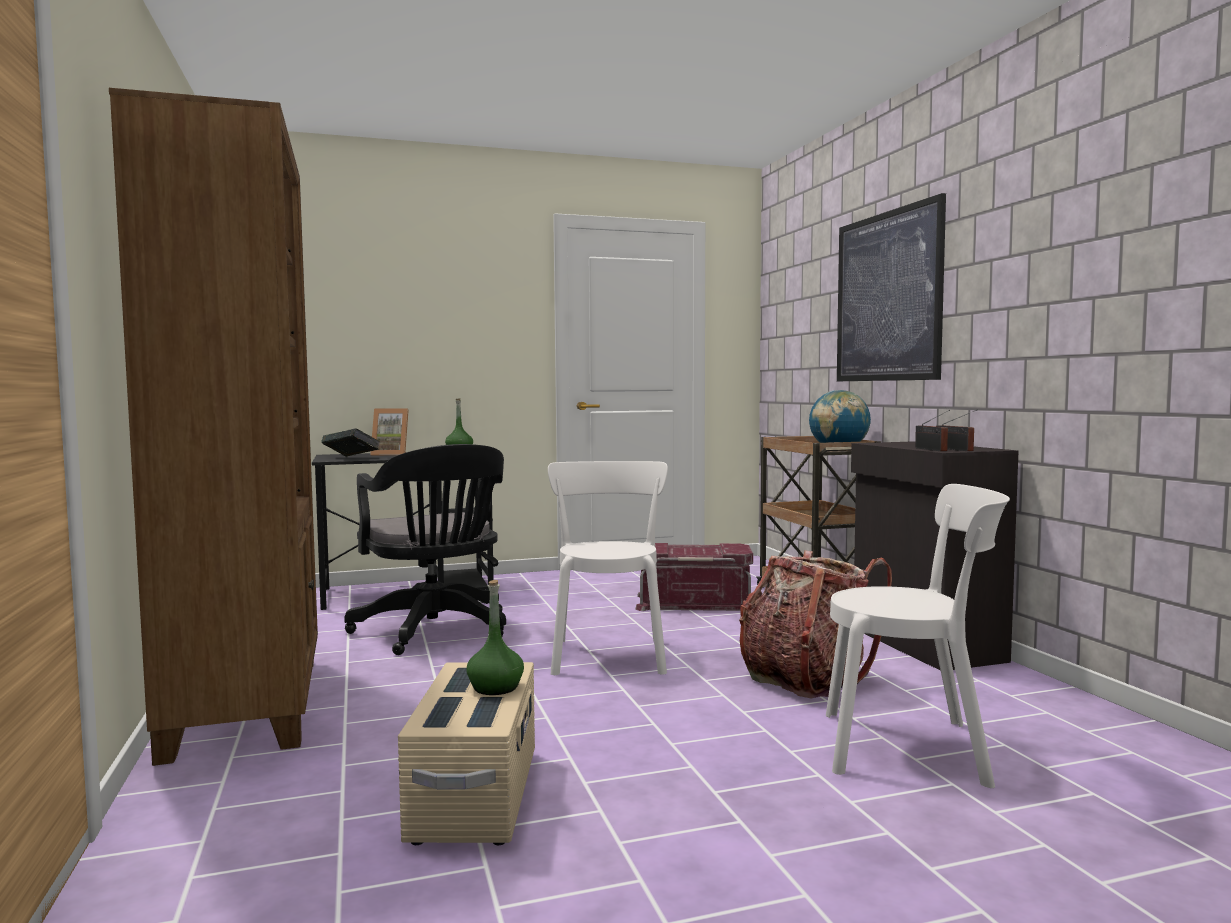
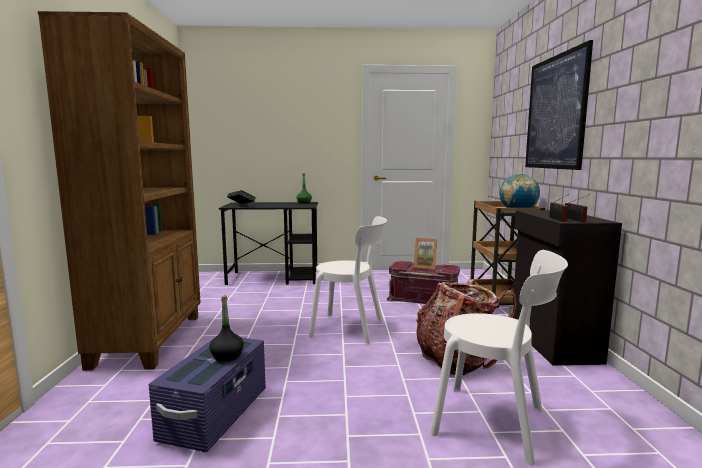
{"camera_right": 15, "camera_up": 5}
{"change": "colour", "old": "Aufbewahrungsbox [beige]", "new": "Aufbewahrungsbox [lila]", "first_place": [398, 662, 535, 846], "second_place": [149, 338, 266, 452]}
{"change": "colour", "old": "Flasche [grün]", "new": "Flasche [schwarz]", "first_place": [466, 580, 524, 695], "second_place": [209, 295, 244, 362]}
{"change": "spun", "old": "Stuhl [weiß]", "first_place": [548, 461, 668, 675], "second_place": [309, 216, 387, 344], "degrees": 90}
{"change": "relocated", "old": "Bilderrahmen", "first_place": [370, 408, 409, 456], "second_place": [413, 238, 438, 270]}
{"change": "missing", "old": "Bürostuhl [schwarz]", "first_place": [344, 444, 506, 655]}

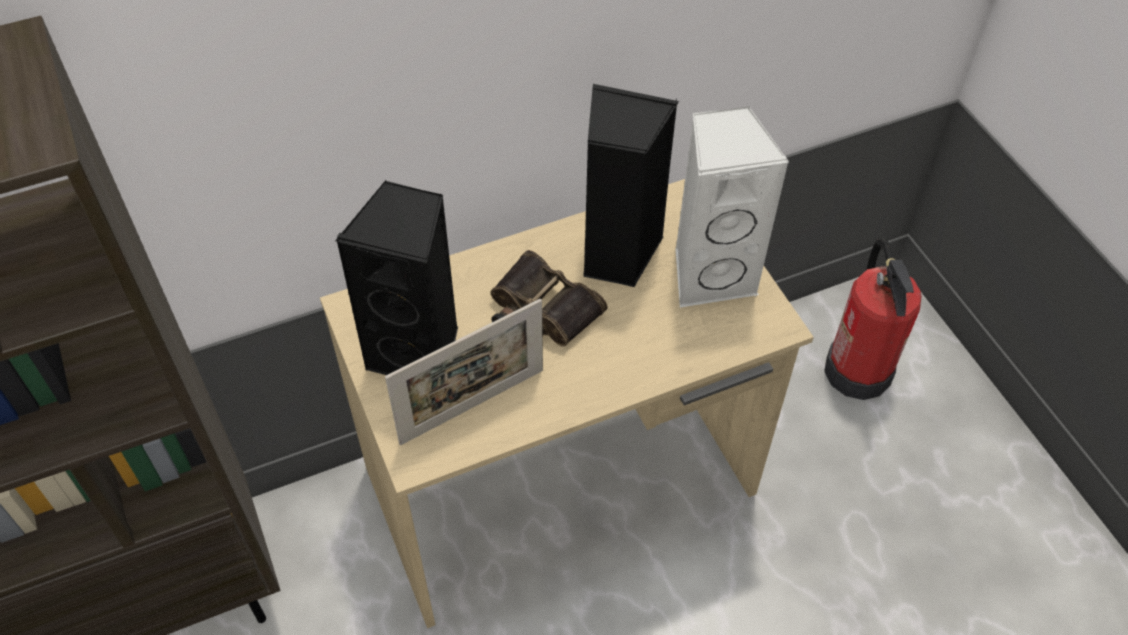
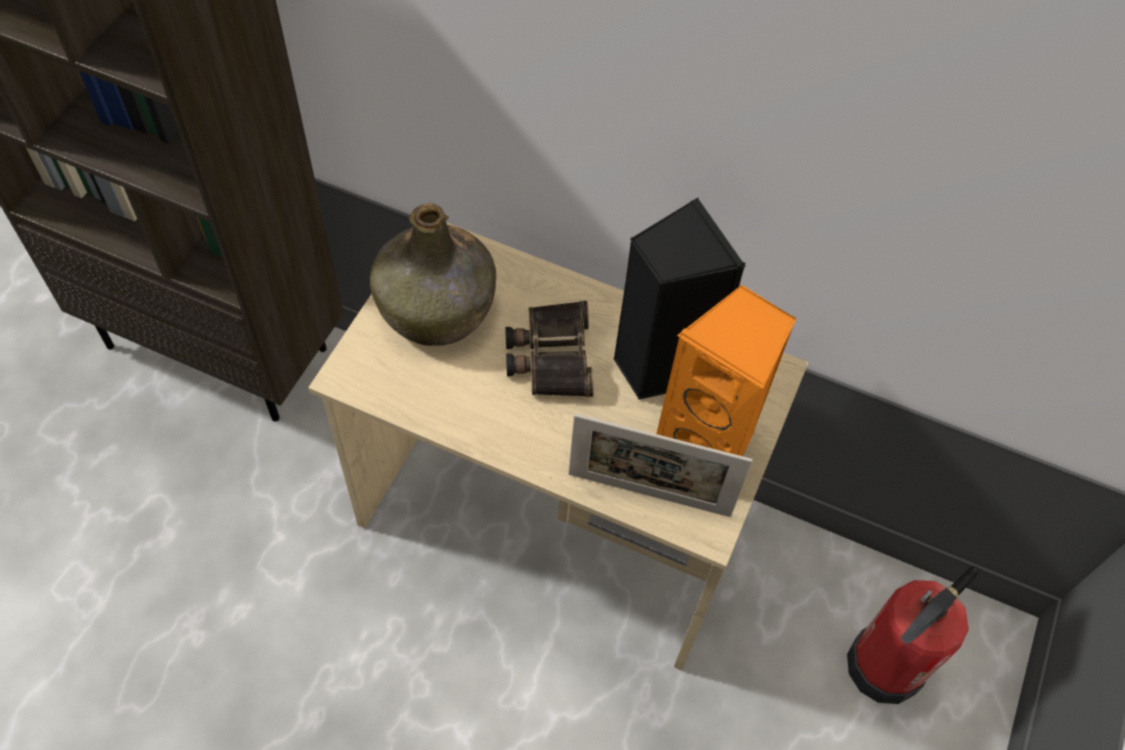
{"camera_right": 45, "camera_up": 5}
{"change": "exchanged", "old": "Lautsprecher [schwarz]", "new": "Flasche [grün]", "first_place": [335, 181, 458, 375], "second_place": [370, 203, 496, 346]}
{"change": "relocated", "old": "Bilderrahmen", "first_place": [385, 299, 543, 445], "second_place": [568, 413, 753, 517]}
{"change": "colour", "old": "Lautsprecher [weiß]", "new": "Lautsprecher [orange]", "first_place": [675, 106, 789, 307], "second_place": [656, 285, 796, 456]}

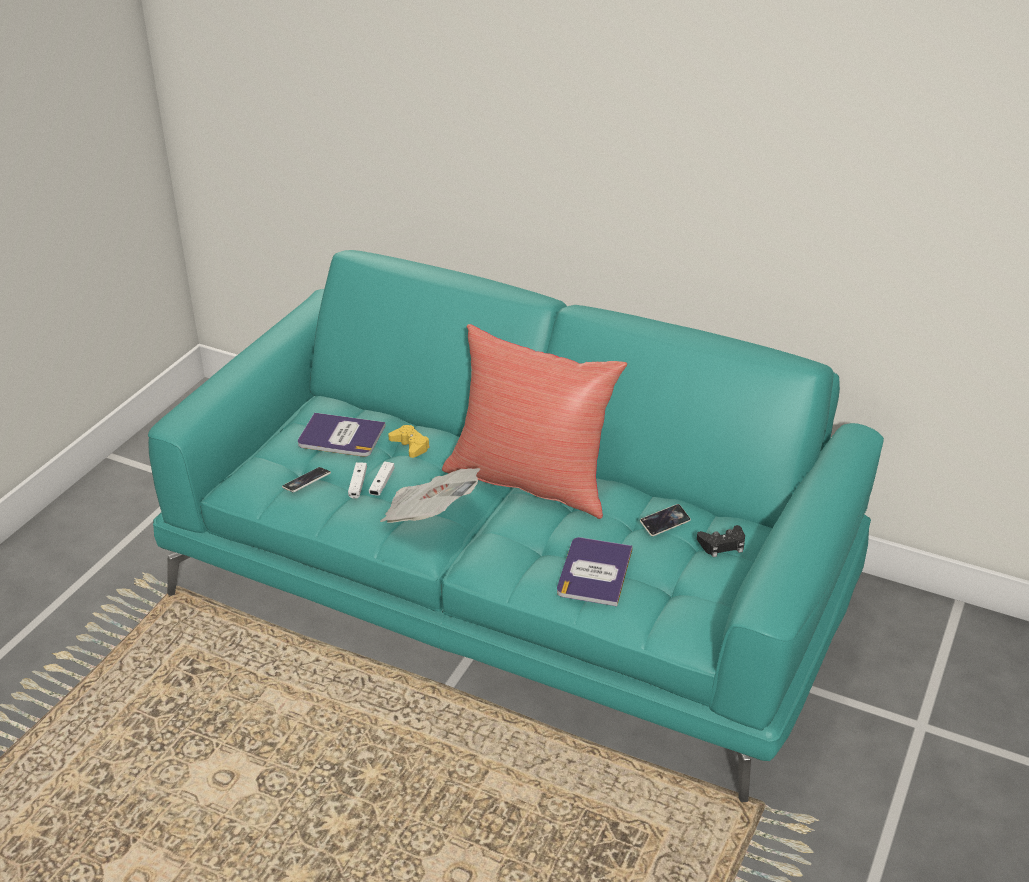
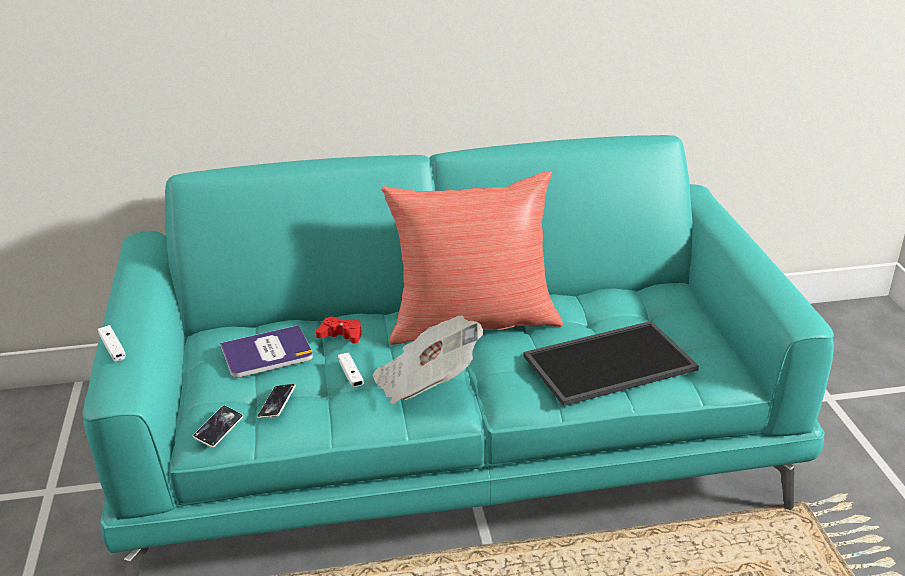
{"camera_right": -35, "camera_up": -5}
{"change": "relocated", "old": "Gamepad [weiß]", "first_place": [348, 462, 367, 499], "second_place": [98, 325, 126, 361]}
{"change": "relocated", "old": "Handy", "first_place": [640, 504, 691, 536], "second_place": [193, 405, 243, 448]}
{"change": "colour", "old": "Gamepad [gelb]", "new": "Gamepad [rot]", "first_place": [388, 425, 430, 458], "second_place": [316, 316, 361, 344]}
{"change": "exchanged", "old": "Buch", "new": "Tablett", "first_place": [557, 537, 633, 606], "second_place": [523, 321, 699, 406]}
{"change": "missing", "old": "Gamepad [schwarz]", "first_place": [697, 525, 745, 557]}

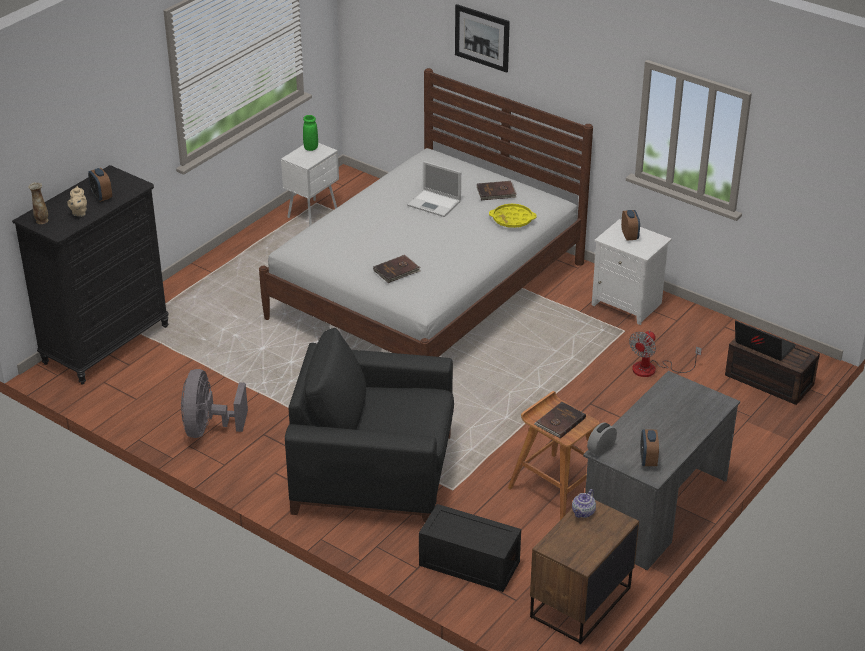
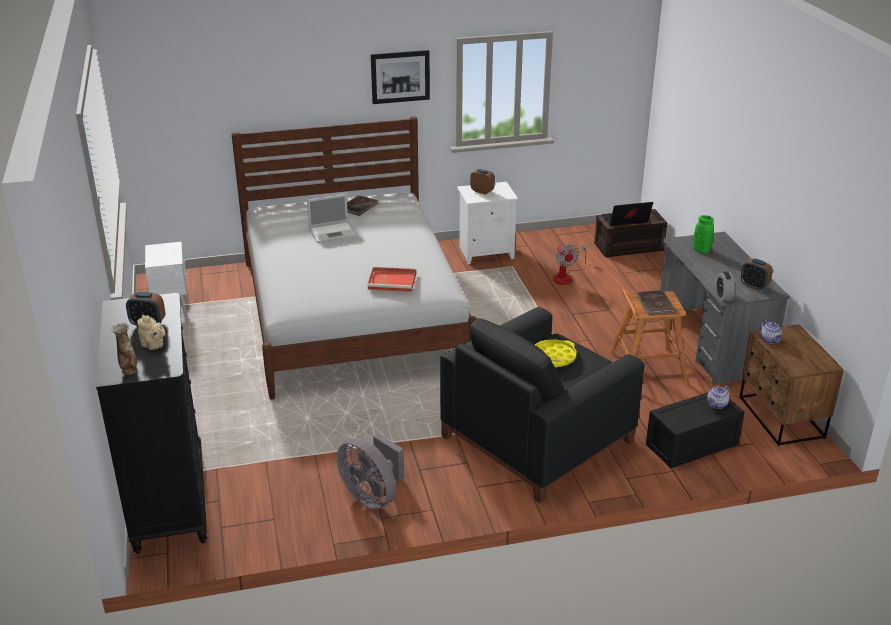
{"camera_right": -50, "camera_up": -5}
{"change": "exchanged", "old": "Buch [braun]", "new": "Tablett [rot]", "first_place": [373, 255, 421, 283], "second_place": [368, 267, 416, 292]}
{"change": "relocated", "old": "Bild", "first_place": [455, 4, 510, 73], "second_place": [371, 50, 430, 104]}
{"change": "relocated", "old": "Tablett [gelb]", "first_place": [489, 204, 537, 228], "second_place": [535, 340, 576, 368]}
{"change": "relocated", "old": "Vase [grün]", "first_place": [303, 115, 318, 151], "second_place": [693, 215, 714, 253]}
{"change": "appeared", "new": "Teekanne", "second_place": [707, 385, 729, 409]}

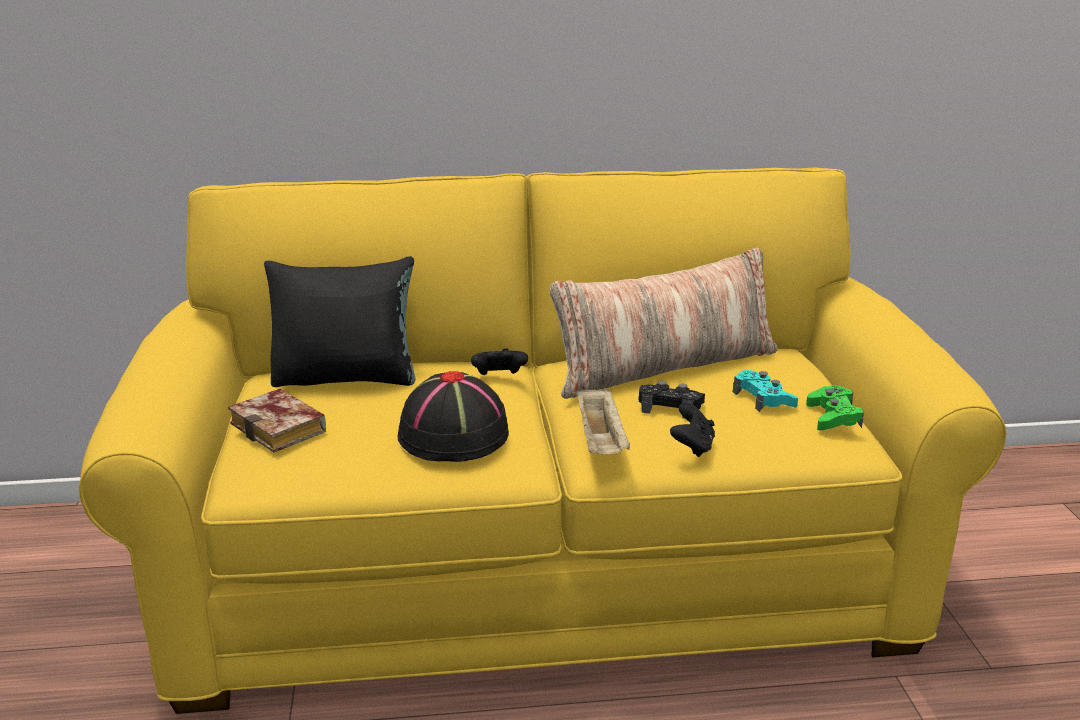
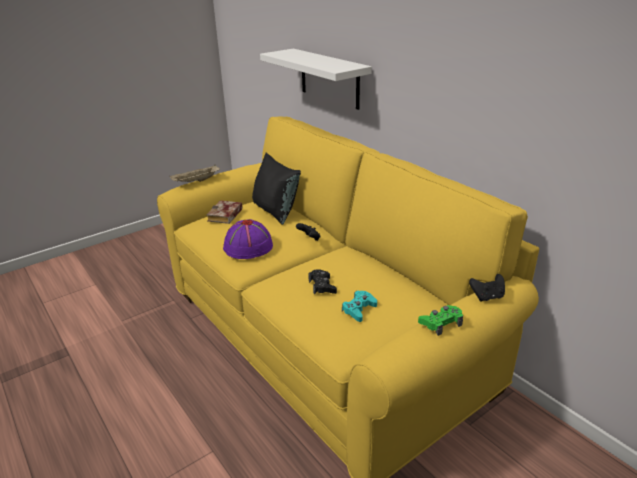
{"camera_right": 60, "camera_up": 5}
{"change": "relocated", "old": "Tablett [beige]", "first_place": [577, 387, 630, 455], "second_place": [169, 164, 220, 182]}
{"change": "colour", "old": "Hut [schwarz]", "new": "Hut [lila]", "first_place": [397, 371, 509, 462], "second_place": [223, 219, 273, 259]}
{"change": "appeared", "new": "Wandregal [weiß]", "second_place": [260, 49, 372, 110]}
{"change": "relocated", "old": "Gamepad [grün]", "first_place": [806, 385, 864, 430], "second_place": [418, 305, 463, 336]}
{"change": "relocated", "old": "Gamepad [schwarz]", "first_place": [670, 402, 715, 457], "second_place": [469, 274, 505, 302]}
{"change": "missing", "old": "Kissen", "first_place": [549, 247, 778, 399]}

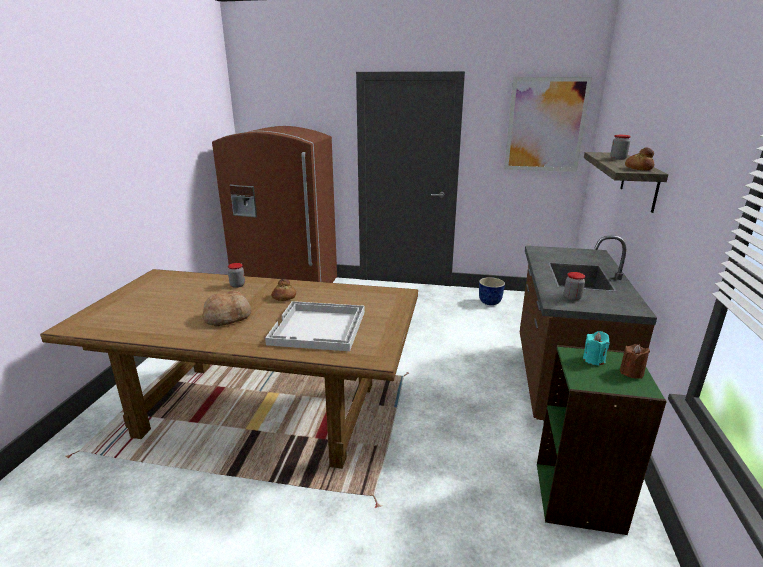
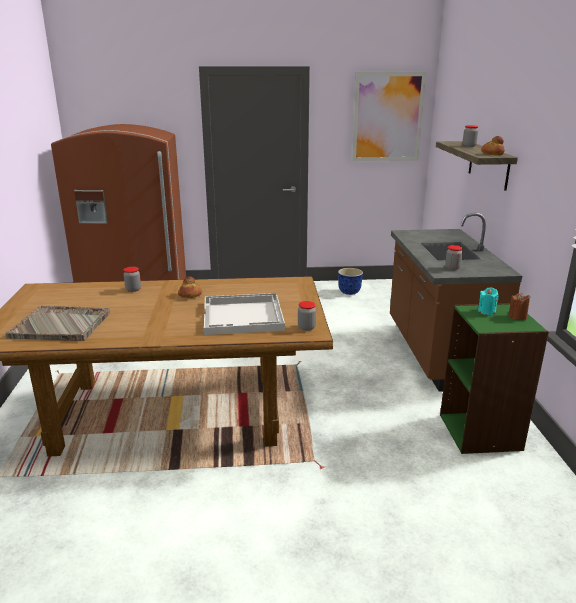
{"camera_right": -15, "camera_up": 0}
{"change": "appeared", "new": "Tablett [grau]", "second_place": [5, 306, 110, 341]}
{"change": "appeared", "new": "Vorratsglas", "second_place": [298, 301, 316, 331]}
{"change": "missing", "old": "Brot", "first_place": [202, 290, 251, 326]}

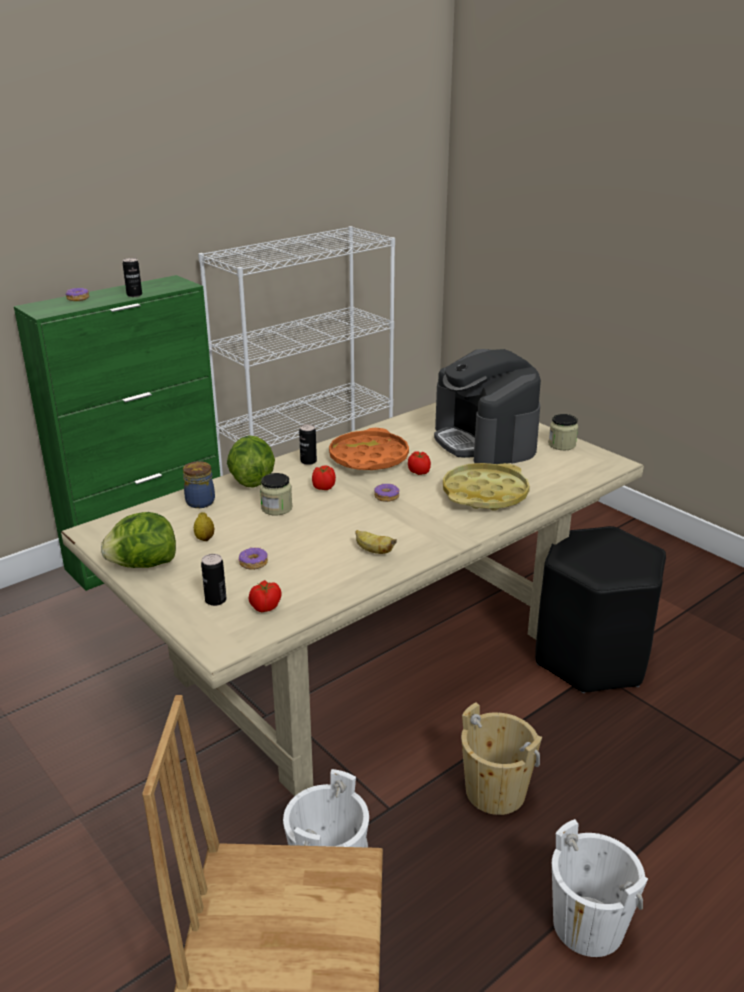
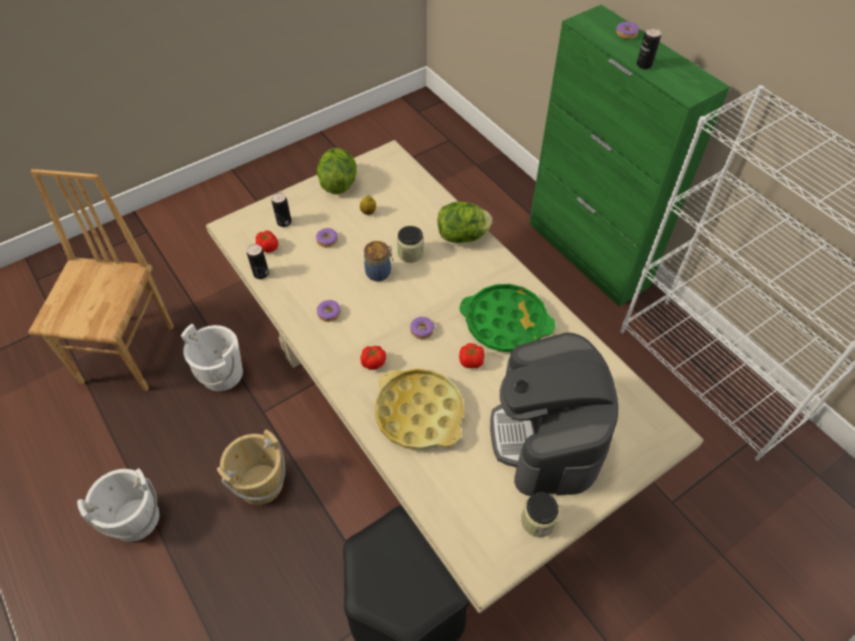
{"camera_right": 95, "camera_up": 25}
{"change": "relocated", "old": "Dose", "first_place": [299, 424, 317, 465], "second_place": [247, 244, 269, 279]}
{"change": "exchanged", "old": "Banane", "new": "Donut", "first_place": [355, 530, 397, 554], "second_place": [317, 300, 341, 322]}
{"change": "relocated", "old": "Tomate", "first_place": [312, 465, 336, 490], "second_place": [360, 346, 386, 370]}
{"change": "relocated", "old": "Vorratsglas", "first_place": [183, 461, 215, 508], "second_place": [364, 241, 393, 281]}
{"change": "colour", "old": "Tablett [orange]", "new": "Tablett [grün]", "first_place": [329, 428, 409, 470], "second_place": [459, 284, 555, 352]}
{"change": "spun", "old": "Kaffeemaschine", "first_place": [434, 349, 541, 464], "second_place": [490, 332, 619, 496], "degrees": -75}

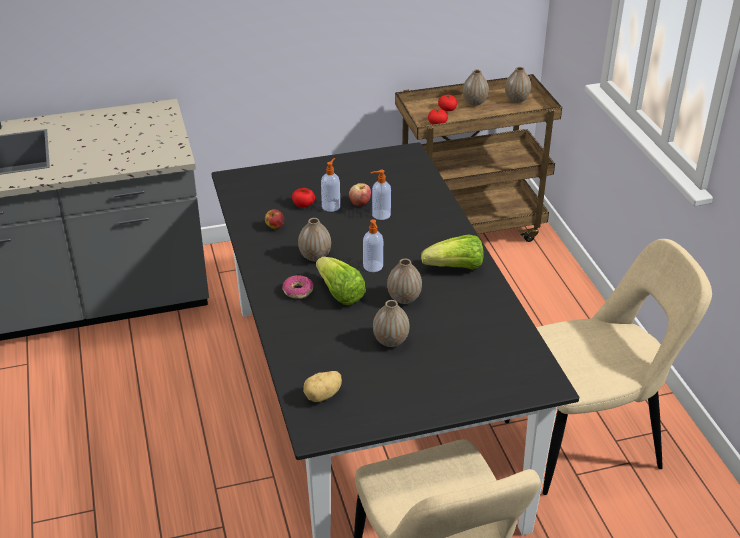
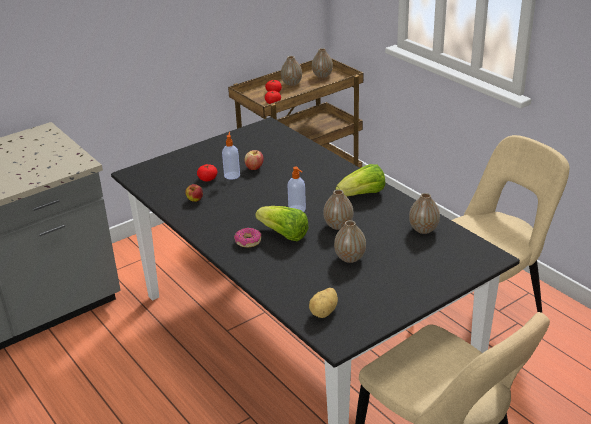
{"camera_right": -20, "camera_up": -5}
{"change": "relocated", "old": "Vase", "first_place": [298, 218, 331, 261], "second_place": [409, 193, 440, 234]}
{"change": "missing", "old": "Seifenspender", "first_place": [371, 170, 391, 220]}

